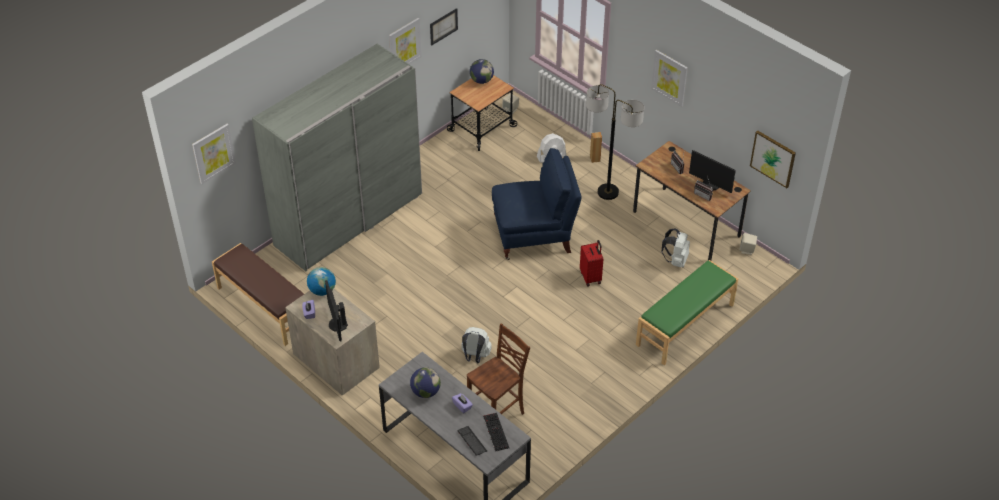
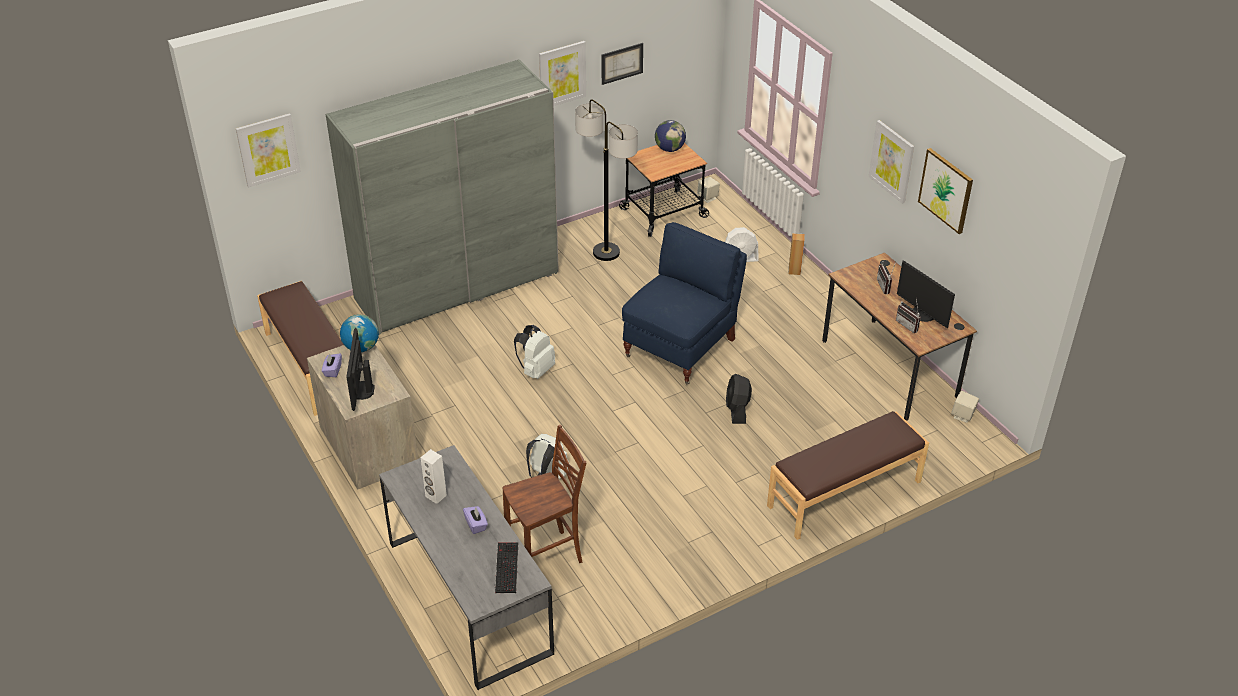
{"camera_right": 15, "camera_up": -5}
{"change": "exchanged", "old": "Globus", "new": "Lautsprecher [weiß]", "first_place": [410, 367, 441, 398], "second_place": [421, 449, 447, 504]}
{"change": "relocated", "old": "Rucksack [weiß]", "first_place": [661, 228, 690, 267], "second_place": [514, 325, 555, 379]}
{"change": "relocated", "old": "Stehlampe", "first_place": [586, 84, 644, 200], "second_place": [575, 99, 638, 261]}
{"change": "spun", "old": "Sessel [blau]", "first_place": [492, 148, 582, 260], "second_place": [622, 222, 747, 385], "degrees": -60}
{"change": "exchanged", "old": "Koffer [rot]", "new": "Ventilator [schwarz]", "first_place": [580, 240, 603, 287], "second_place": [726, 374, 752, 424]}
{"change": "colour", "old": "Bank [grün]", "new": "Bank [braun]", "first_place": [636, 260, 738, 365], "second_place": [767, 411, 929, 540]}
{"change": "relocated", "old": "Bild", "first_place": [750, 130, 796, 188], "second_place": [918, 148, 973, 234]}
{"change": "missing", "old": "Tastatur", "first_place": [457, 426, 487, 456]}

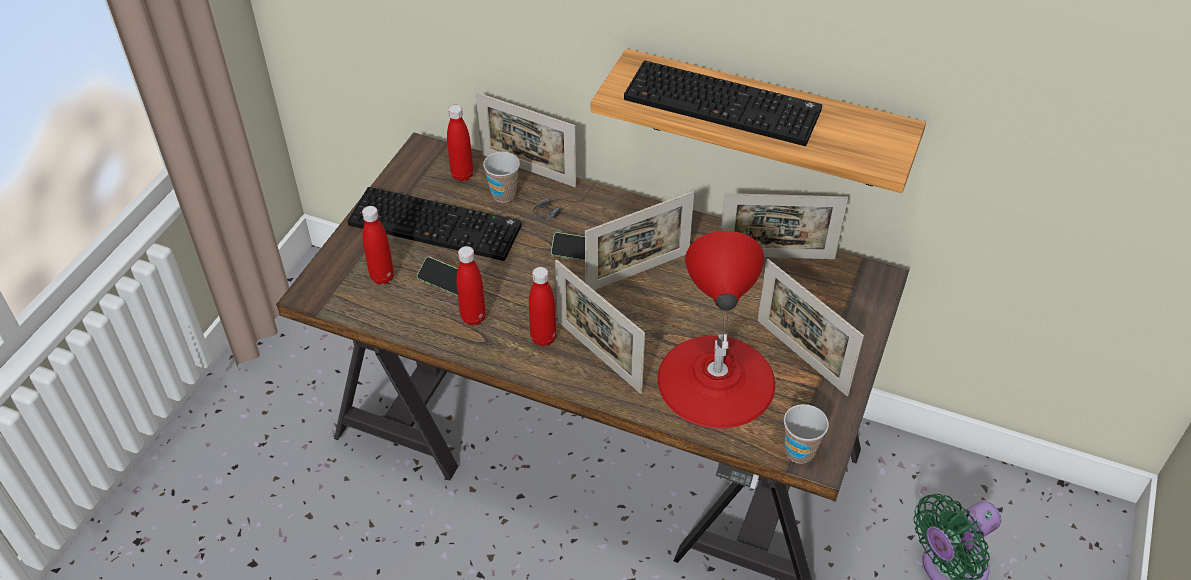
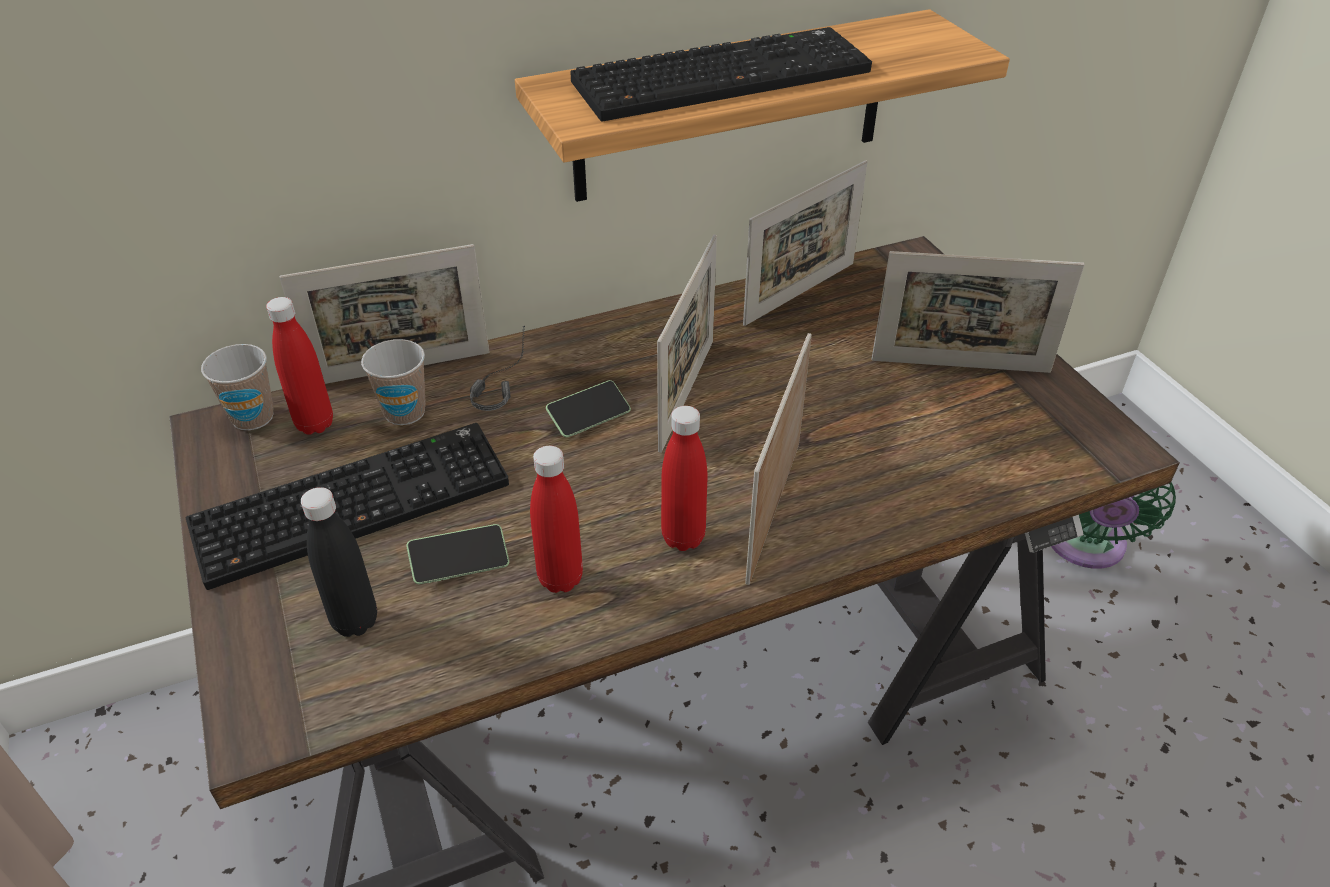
{"camera_right": -45, "camera_up": -5}
{"change": "relocated", "old": "Tasse", "first_place": [784, 404, 829, 464], "second_place": [201, 344, 274, 430]}
{"change": "colour", "old": "Flasche [rot]", "new": "Flasche [schwarz]", "first_place": [362, 206, 394, 285], "second_place": [301, 487, 377, 637]}
{"change": "spun", "old": "Bilderrahmen", "first_place": [555, 259, 645, 394], "second_place": [745, 333, 812, 585], "degrees": 105}
{"change": "missing", "old": "Tischlampe [rot]", "first_place": [657, 231, 775, 428]}

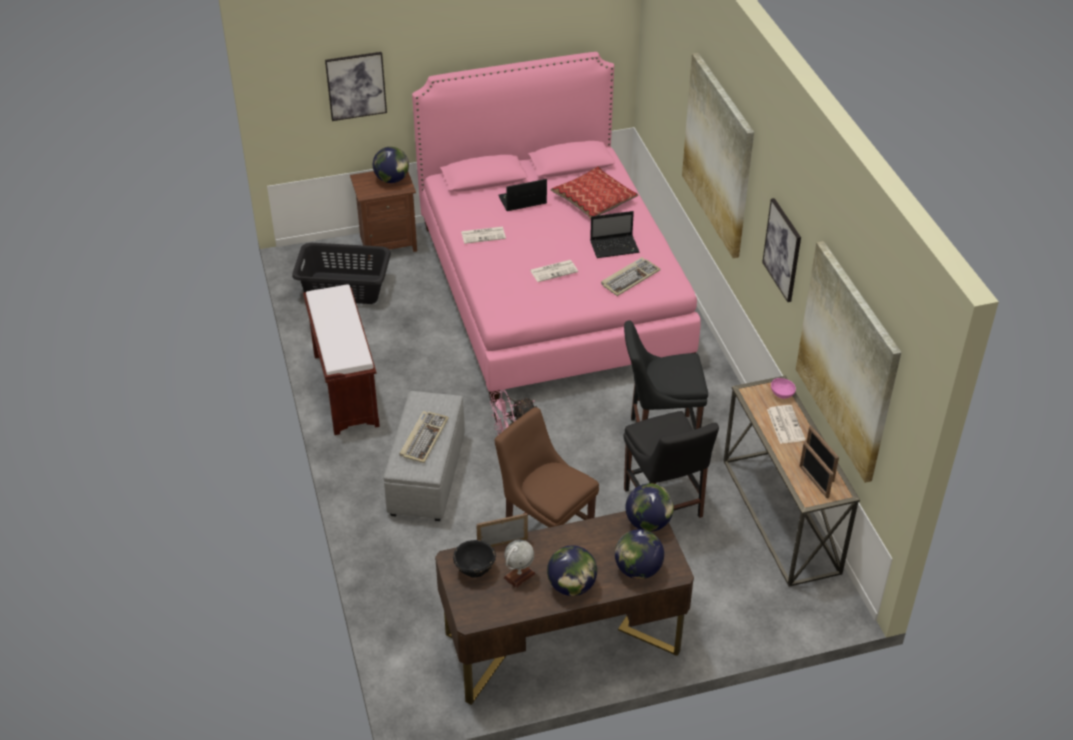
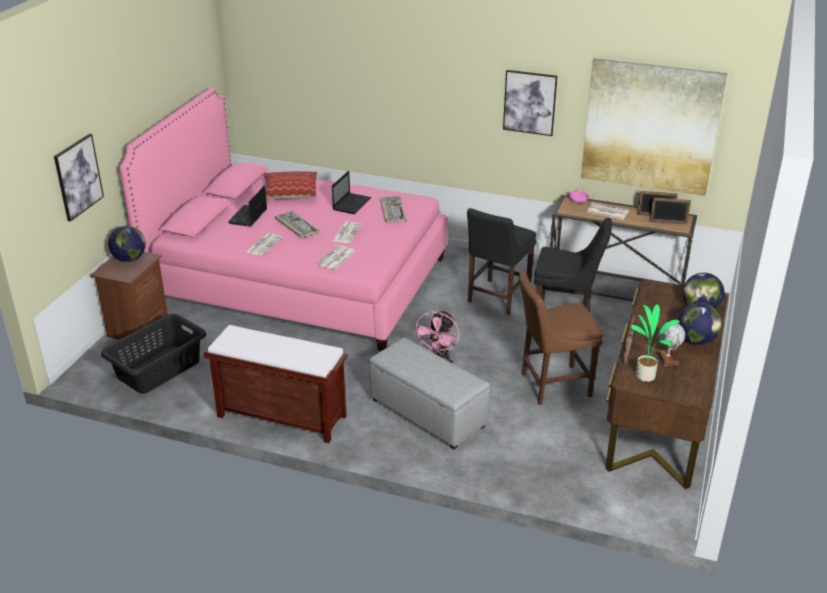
{"camera_right": -55, "camera_up": -10}
{"change": "relocated", "old": "Tastatur", "first_place": [399, 411, 449, 463], "second_place": [275, 211, 320, 238]}
{"change": "appeared", "new": "Zeitung", "second_place": [317, 245, 355, 270]}
{"change": "exchanged", "old": "Schüssel [schwarz]", "new": "Topfpflanze", "first_place": [453, 540, 496, 578], "second_place": [631, 304, 680, 382]}
{"change": "missing", "old": "Globus", "first_place": [626, 483, 674, 532]}
{"change": "missing", "old": "Bild", "first_place": [682, 53, 754, 258]}

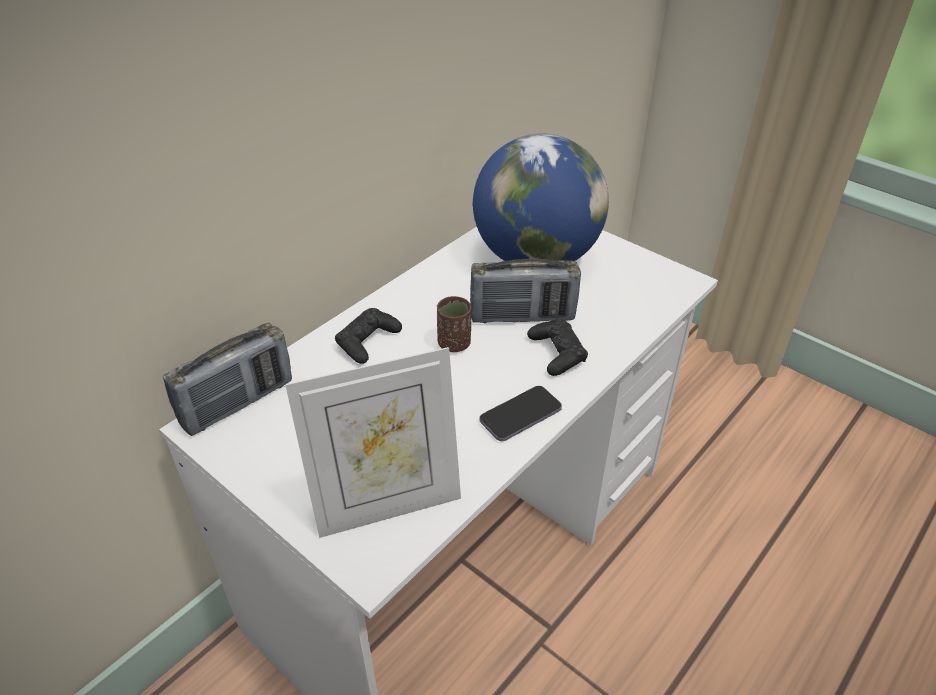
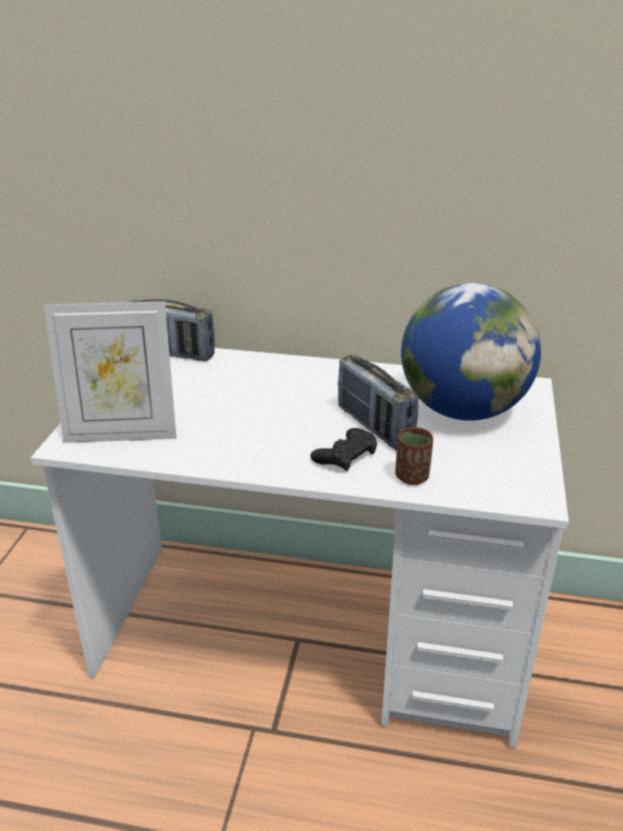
{"camera_right": 60, "camera_up": -10}
{"change": "spun", "old": "Bilderrahmen", "first_place": [285, 347, 461, 538], "second_place": [44, 301, 176, 443], "degrees": -45}
{"change": "relocated", "old": "Tasse [braun]", "first_place": [437, 296, 471, 352], "second_place": [395, 427, 433, 485]}
{"change": "missing", "old": "Gamepad [schwarz]", "first_place": [335, 308, 402, 364]}
{"change": "missing", "old": "Handy", "first_place": [480, 386, 562, 441]}

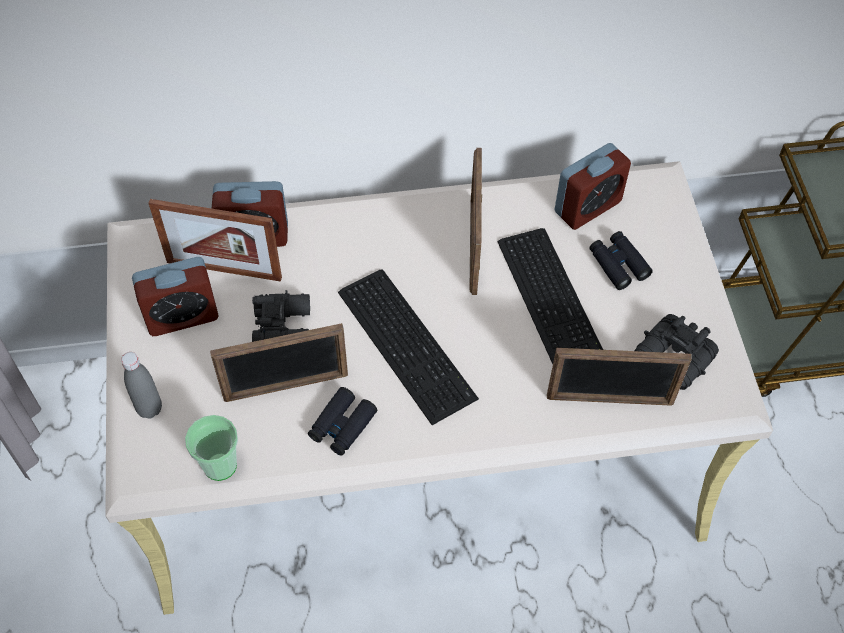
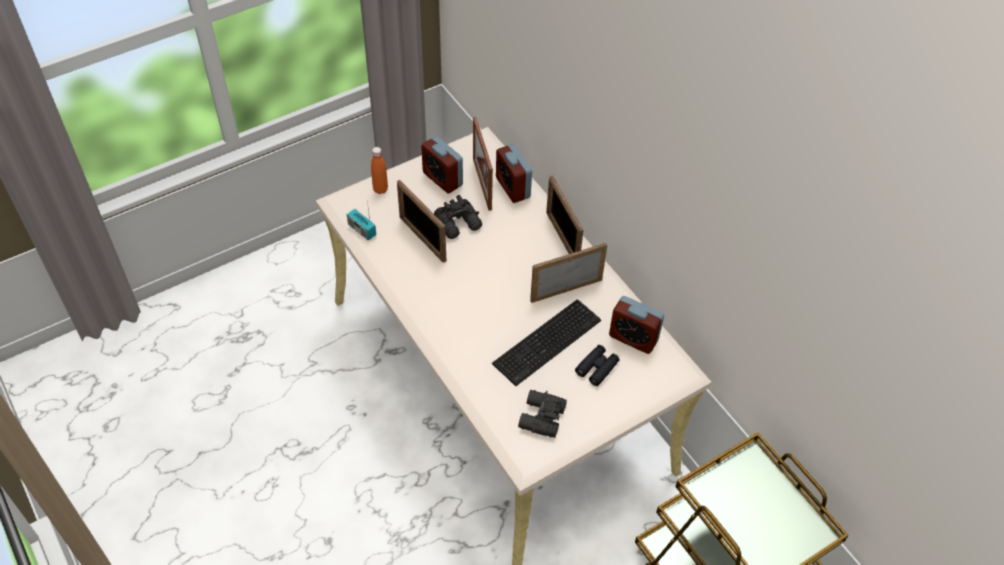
{"camera_right": 65, "camera_up": -5}
{"change": "exchanged", "old": "Tasse", "new": "Radio", "first_place": [185, 415, 238, 481], "second_place": [347, 201, 376, 241]}
{"change": "colour", "old": "Flasche [grau]", "new": "Flasche [orange]", "first_place": [121, 352, 162, 419], "second_place": [371, 147, 388, 194]}
{"change": "relocated", "old": "Bilderrahmen", "first_place": [547, 348, 692, 406], "second_place": [546, 176, 584, 254]}
{"change": "missing", "old": "Fernglas [schwarz]", "first_place": [308, 387, 377, 456]}
{"change": "missing", "old": "Tastatur", "first_place": [338, 269, 479, 425]}

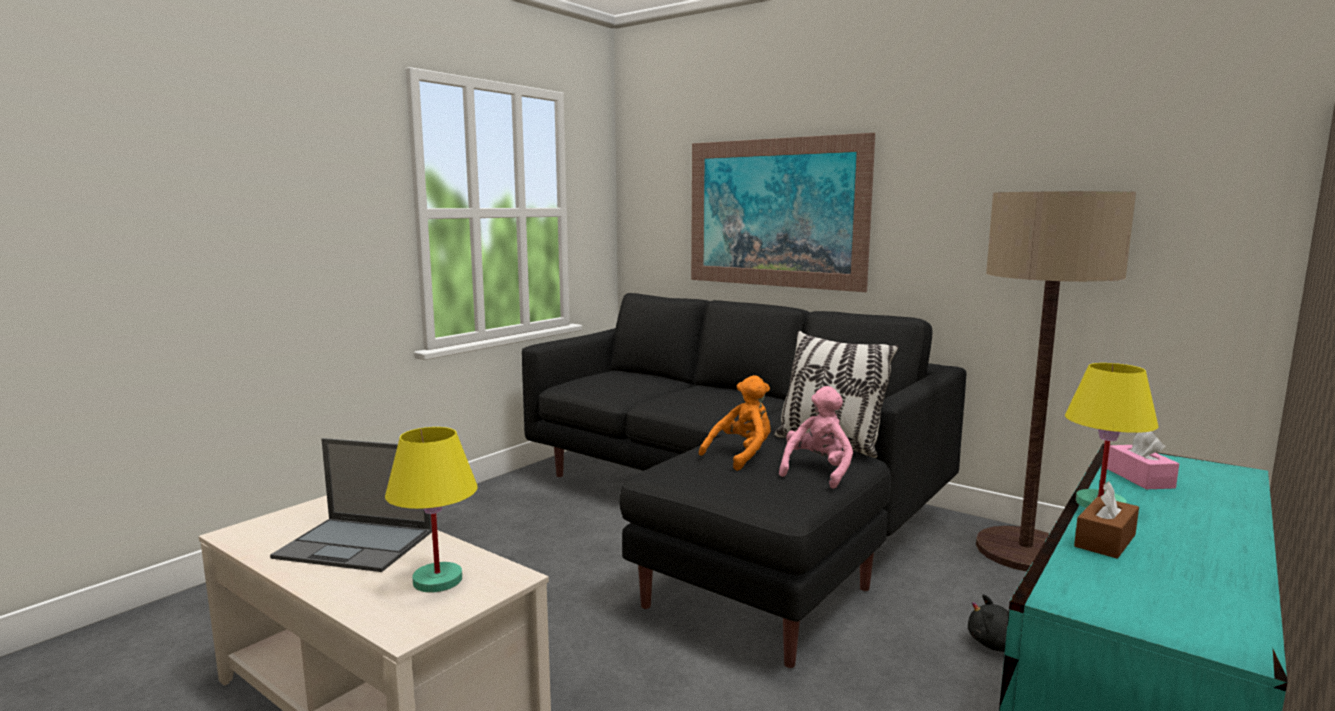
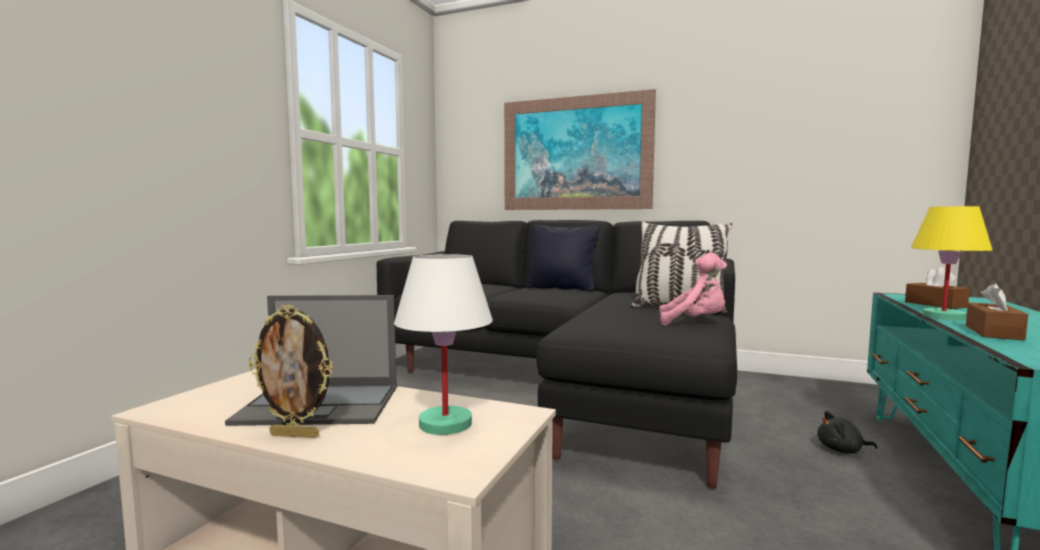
{"camera_right": -15, "camera_up": -5}
{"change": "appeared", "new": "Bilderrahmen", "second_place": [248, 305, 333, 438]}
{"change": "colour", "old": "Tischlampe [gelb]", "new": "Tischlampe [weiß]", "first_place": [385, 427, 478, 592], "second_place": [394, 254, 493, 435]}
{"change": "appeared", "new": "Kissen [schwarz]", "second_place": [526, 225, 599, 292]}
{"change": "spun", "old": "Plüschtier [rosa]", "first_place": [779, 386, 853, 489], "second_place": [659, 252, 727, 326], "degrees": 90}
{"change": "colour", "old": "Taschentuchbox [rosa]", "new": "Taschentuchbox [braun]", "first_place": [1107, 431, 1179, 489], "second_place": [905, 267, 970, 309]}
{"change": "missing", "old": "Plüschtier [orange]", "first_place": [699, 375, 770, 471]}
{"change": "missing", "old": "Stehlampe", "first_place": [976, 191, 1136, 572]}

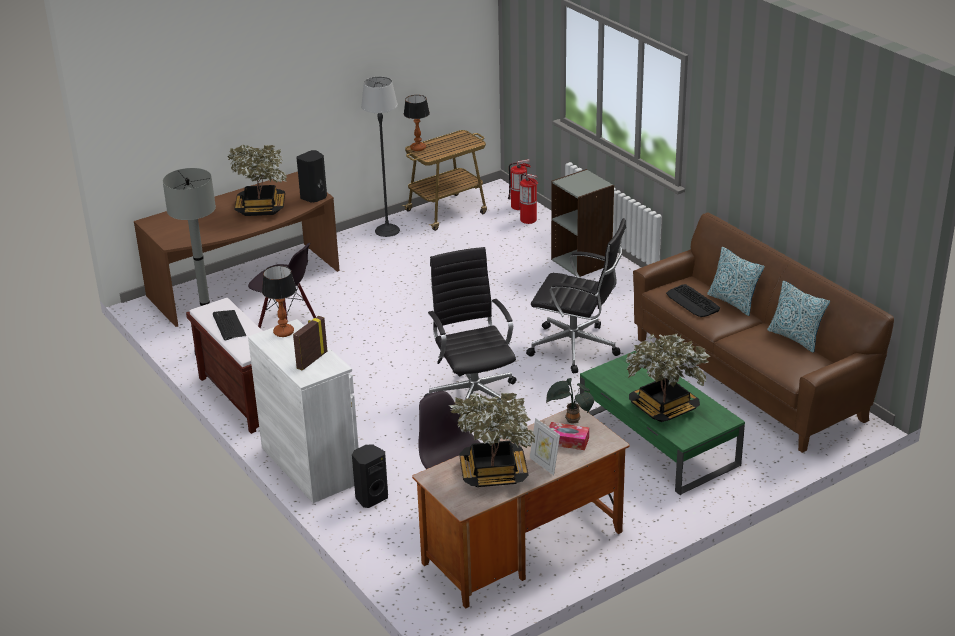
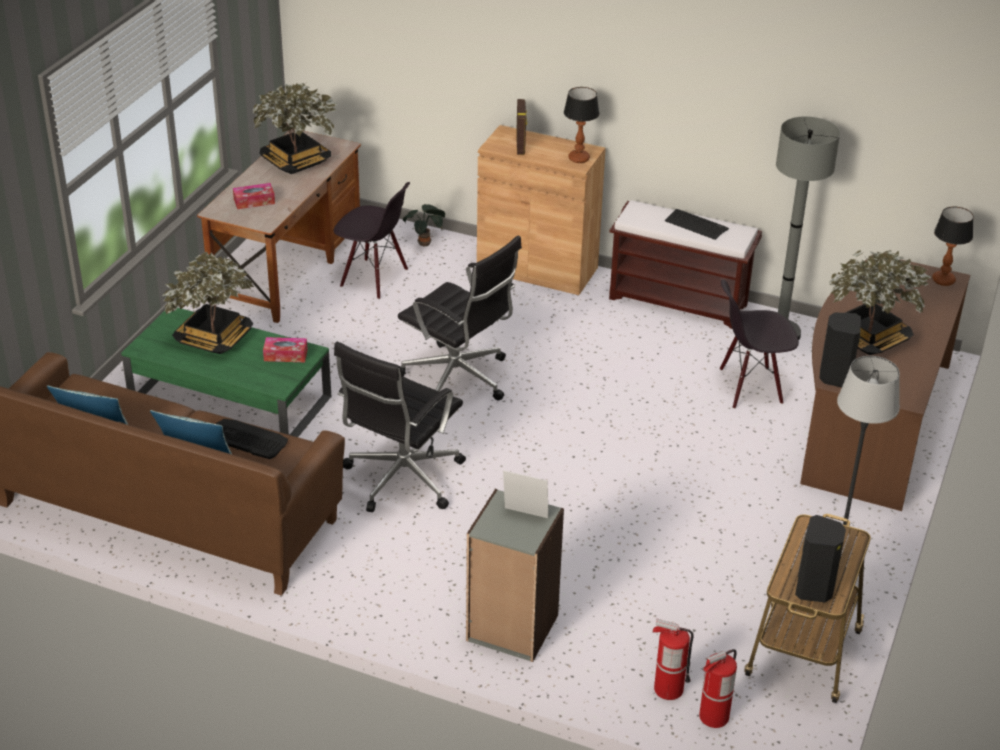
{"camera_right": 145, "camera_up": 5}
{"change": "appeared", "new": "Taschentuchbox", "second_place": [263, 337, 308, 362]}
{"change": "spun", "old": "Bürostuhl [schwarz]", "first_place": [526, 218, 626, 373], "second_place": [334, 342, 466, 512], "degrees": -45}
{"change": "relocated", "old": "Topfpflanze", "first_place": [546, 378, 594, 424], "second_place": [403, 204, 445, 246]}
{"change": "colour", "old": "Schrank [weiß]", "new": "Schrank [braun]", "first_place": [248, 319, 359, 503], "second_place": [477, 125, 606, 295]}
{"change": "relocated", "old": "Bilderrahmen", "first_place": [530, 418, 560, 475], "second_place": [503, 470, 549, 518]}
{"change": "relocated", "old": "Lautsprecher [schwarz]", "first_place": [352, 444, 388, 508], "second_place": [795, 515, 846, 602]}
{"change": "relocated", "old": "Tischlampe", "first_place": [404, 95, 430, 151], "second_place": [932, 206, 974, 286]}

